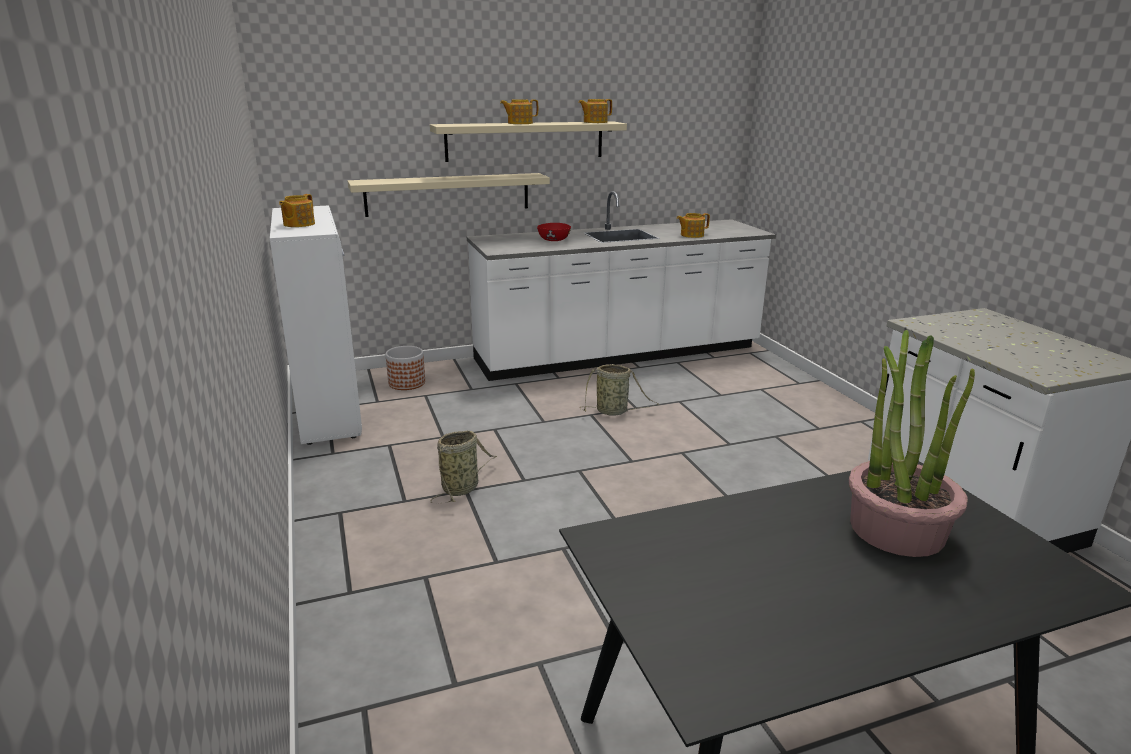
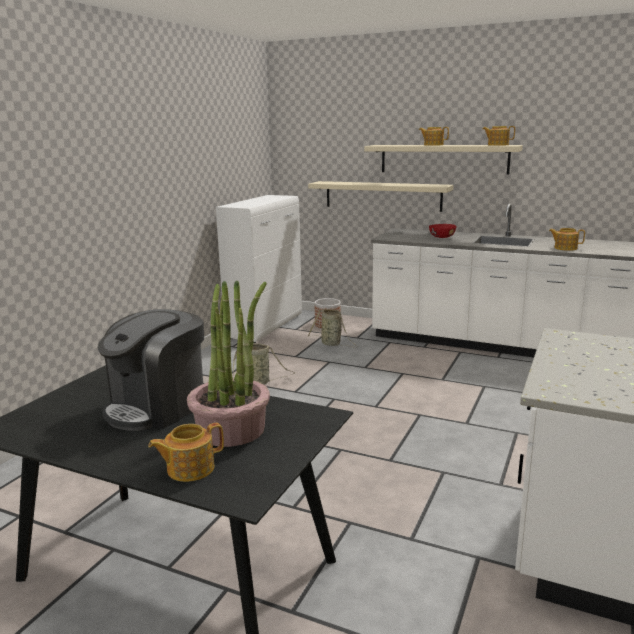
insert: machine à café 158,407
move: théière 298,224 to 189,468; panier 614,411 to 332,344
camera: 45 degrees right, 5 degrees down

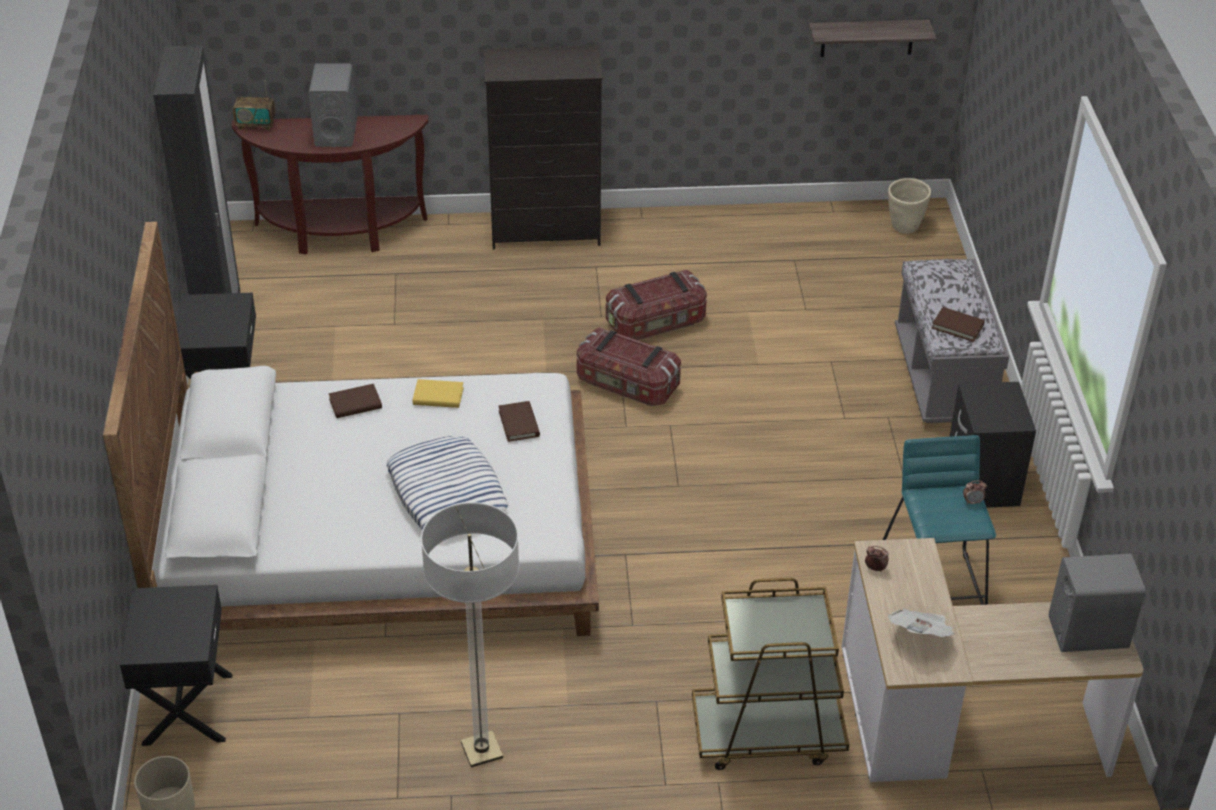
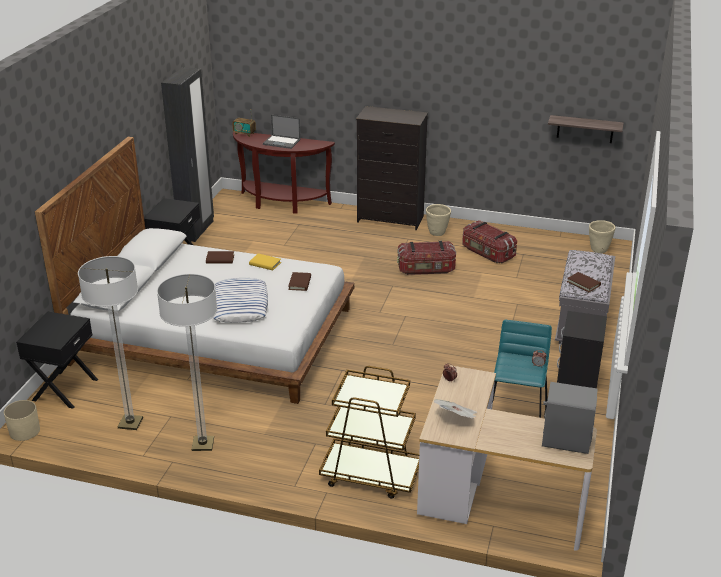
insert: lampadaire 130,423; cache-pot [beige] 437,233
move: boîte de rangement 627,385 to 487,253
replace: enceinte [gris] 336,132 to ordinateur portable 282,142
camera: 20 degrees right, 10 degrees down

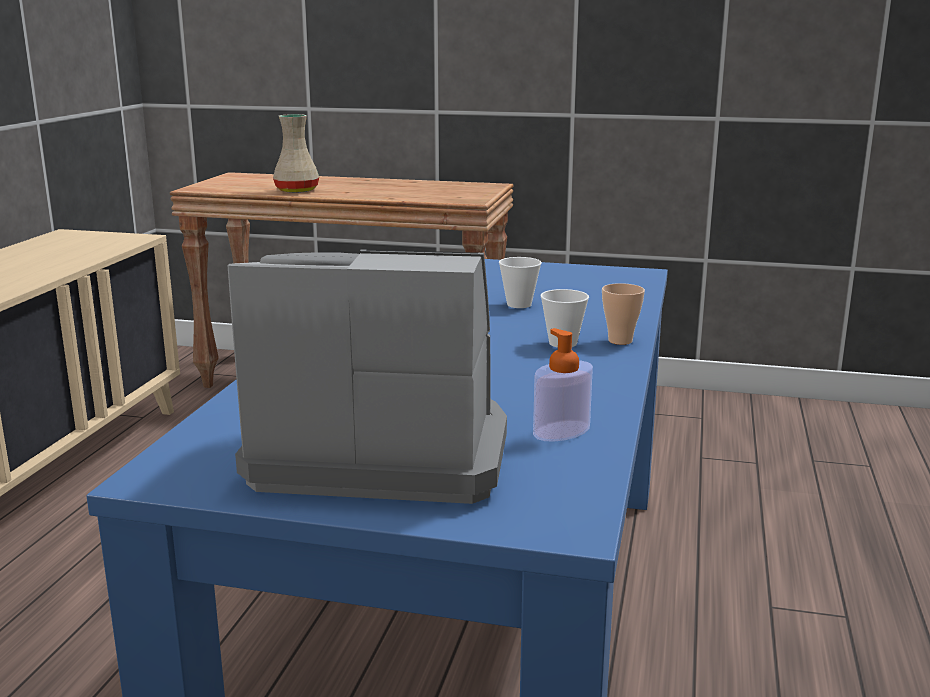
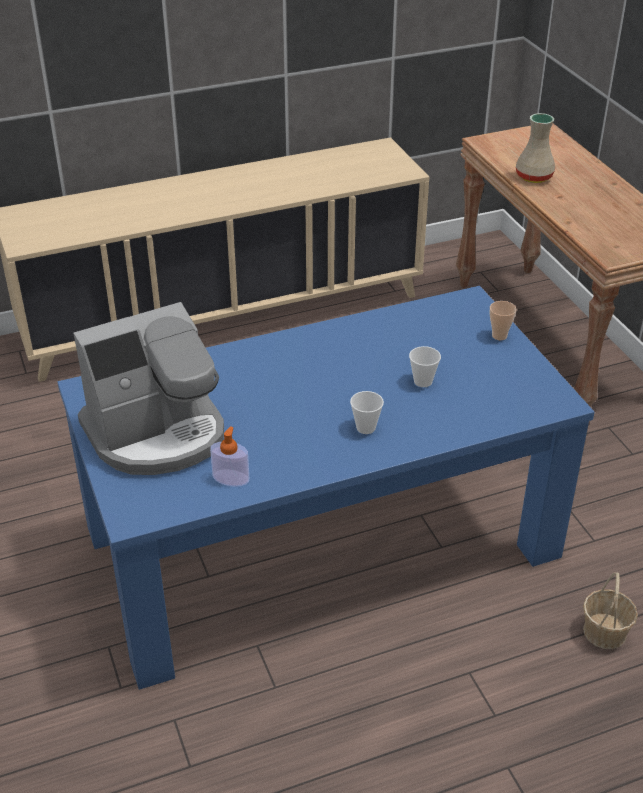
insert: panier 605,631
move: tasse 620,341 to 499,336
rotate: machine à café 380,452 = 157,433 90 degrees clockwise
camera: 55 degrees right, 20 degrees up

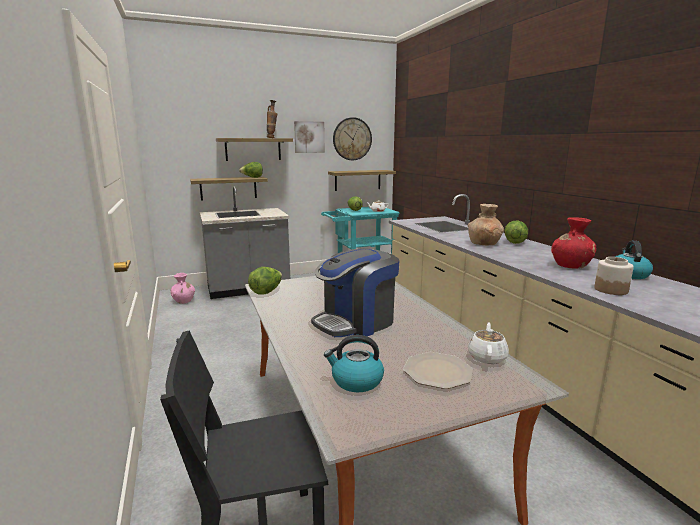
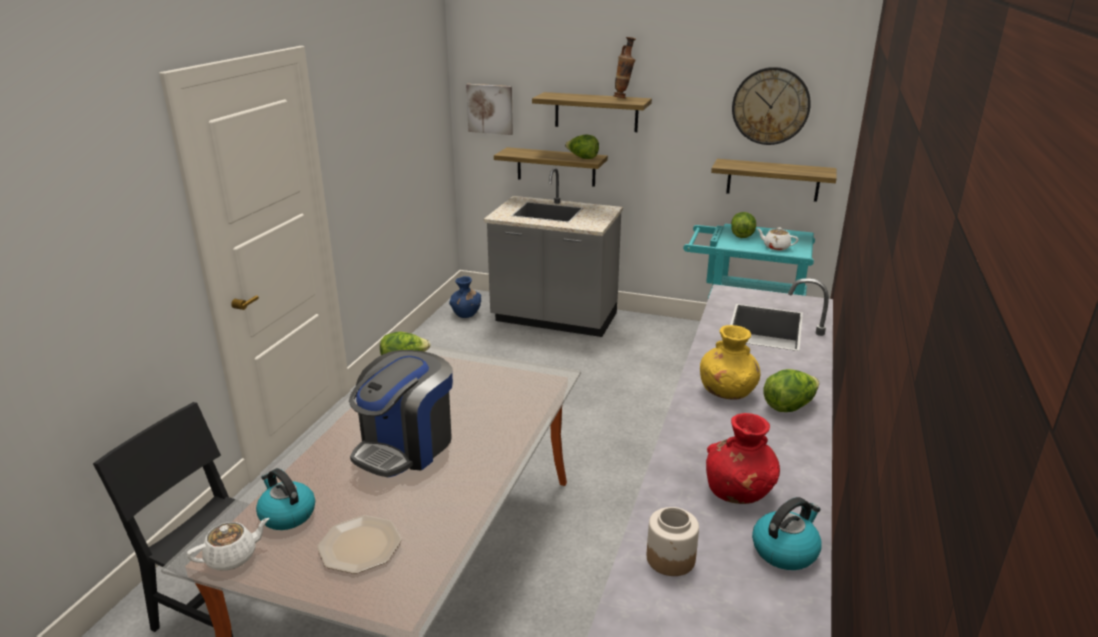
move: théière [blanc] 487,357 to 233,557; tableau 309,137 to 490,109
recolor: vase [rose] 184,301 to vase [bleu] 466,314; vase [marron] 484,244 to vase [jaune] 727,392
rotate: machine à café 356,322 = 406,446 60 degrees counterclockwise
camera: 40 degrees right, 10 degrees up

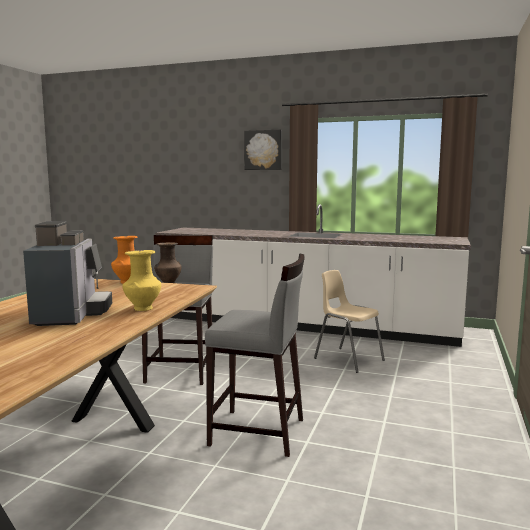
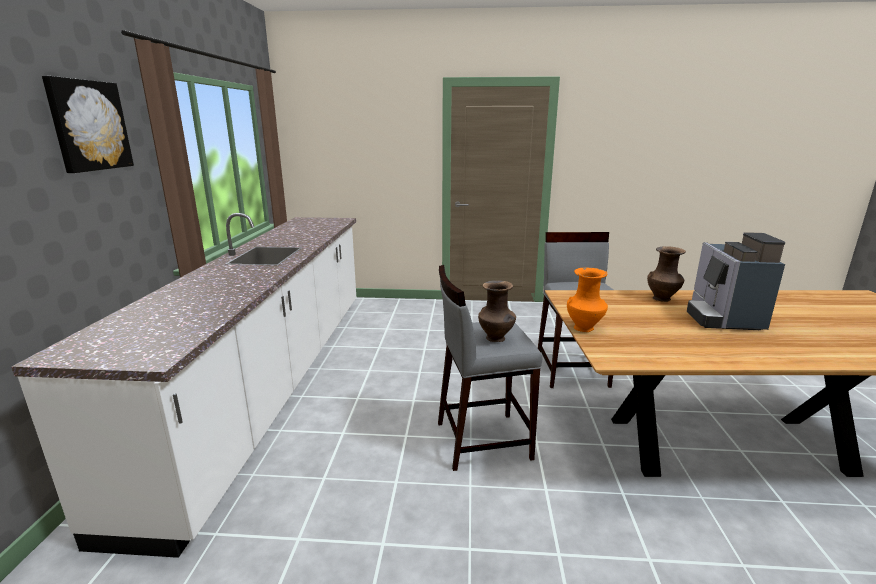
delete: chaise [beige] 348,359
recolor: vase [jaune] 142,309 to vase [marron] 662,299
rotate: machine à café 71,314 = 722,318 60 degrees counterclockwise
camera: 105 degrees left, 10 degrees up

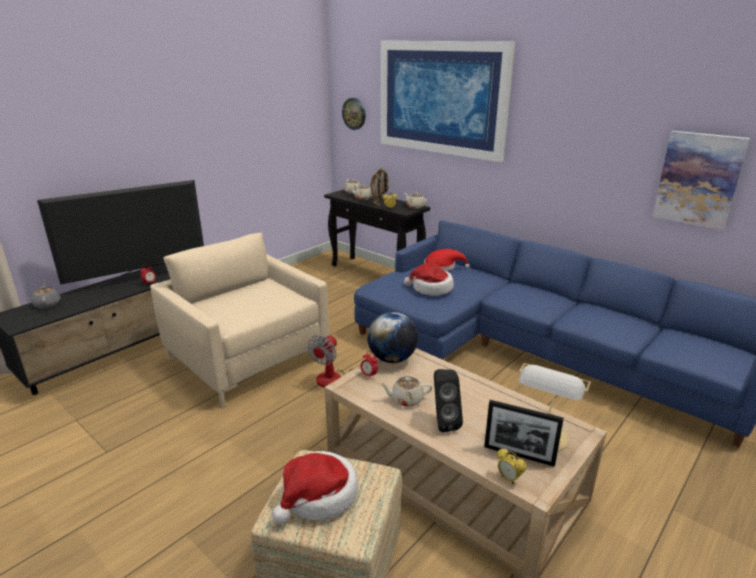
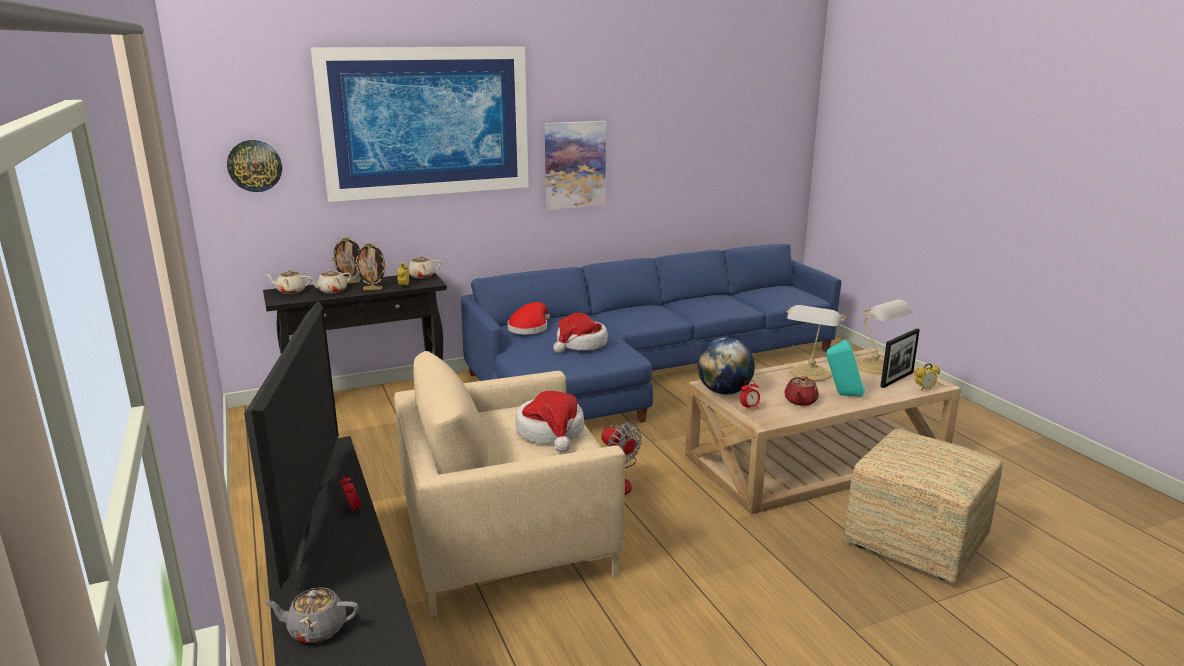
insert: lampe de table 810,373
move: chapeau 318,496 to 551,432; tableau 698,179 to 574,165
recolor: théière [beige] 406,399 to théière [rouge] 800,401; enceinte [noir] 443,422 to enceinte [turquoise] 842,395
camera: 65 degrees left, 5 degrees down

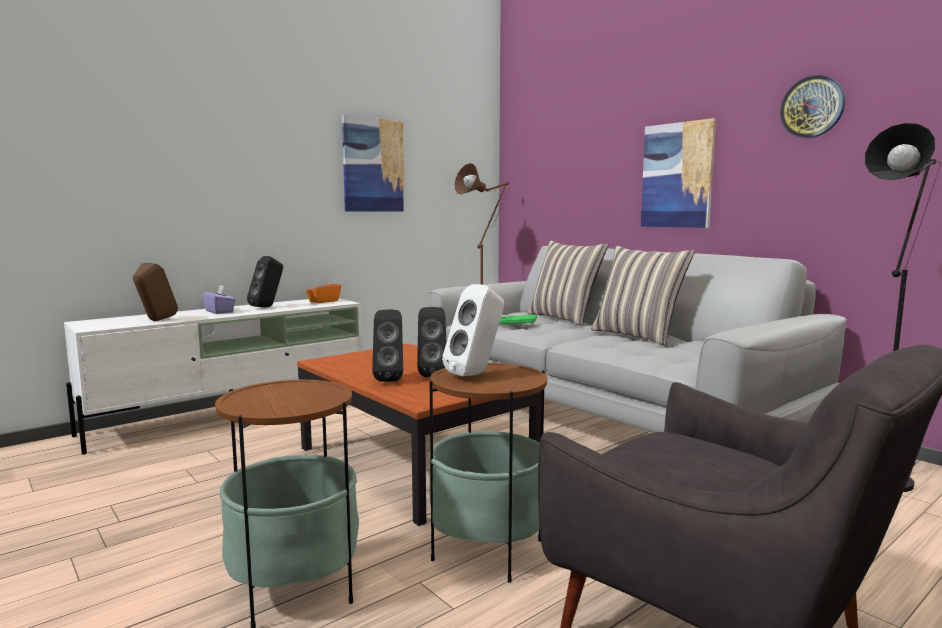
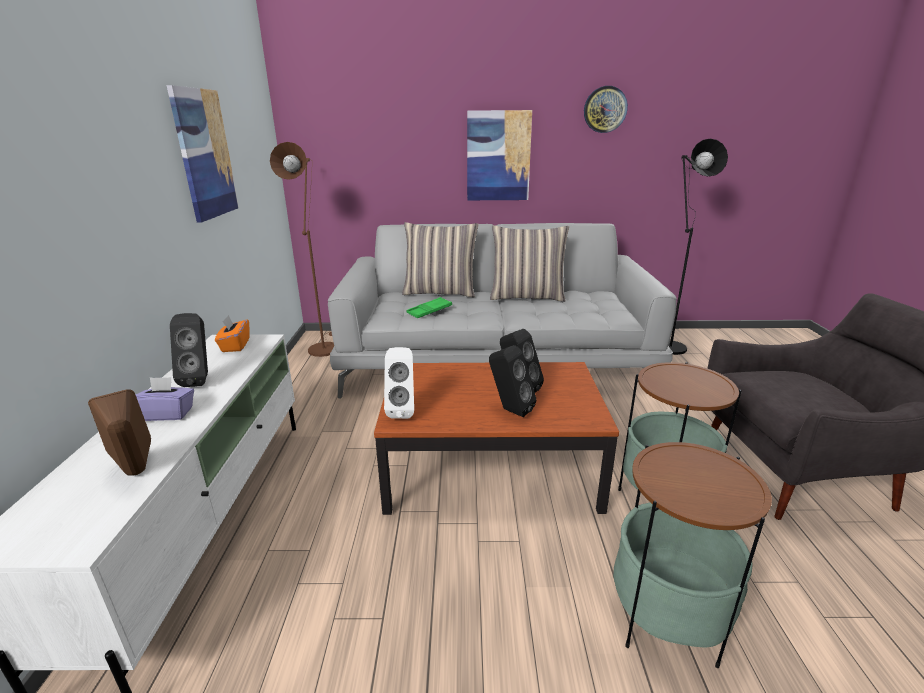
move: enceinte [blanc] 476,374 to 402,410
camera: 50 degrees left, 15 degrees up

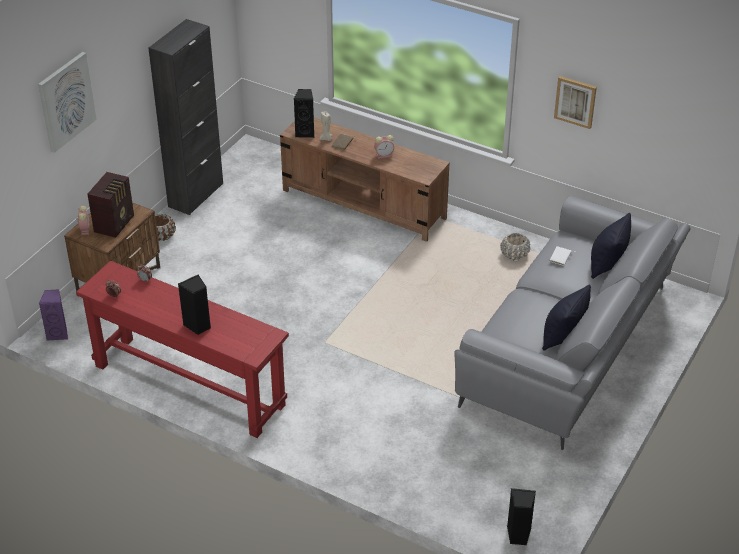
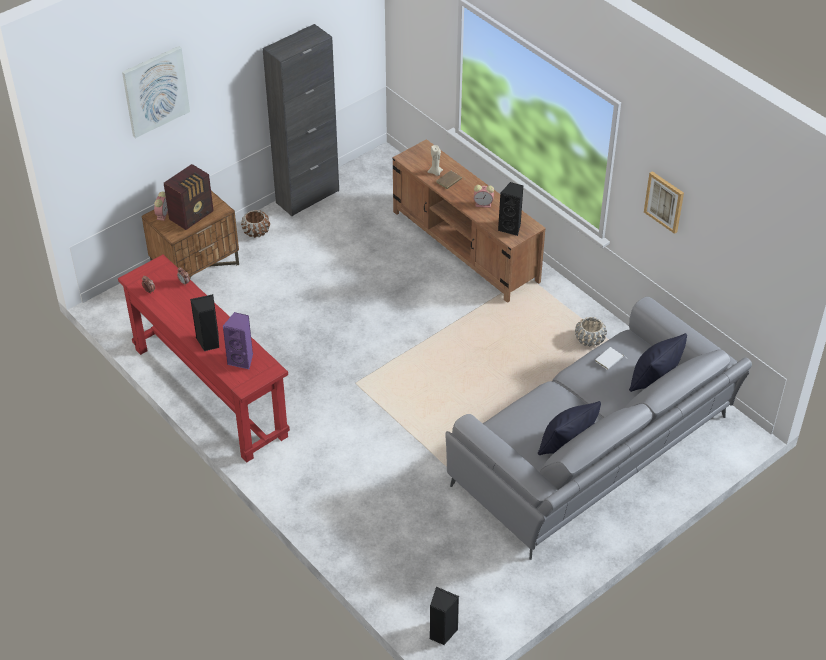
move: enceinte [violet] 58,333 to 242,360; enceinte [noir] 305,132 to 511,227
camera: 20 degrees right, 5 degrees up

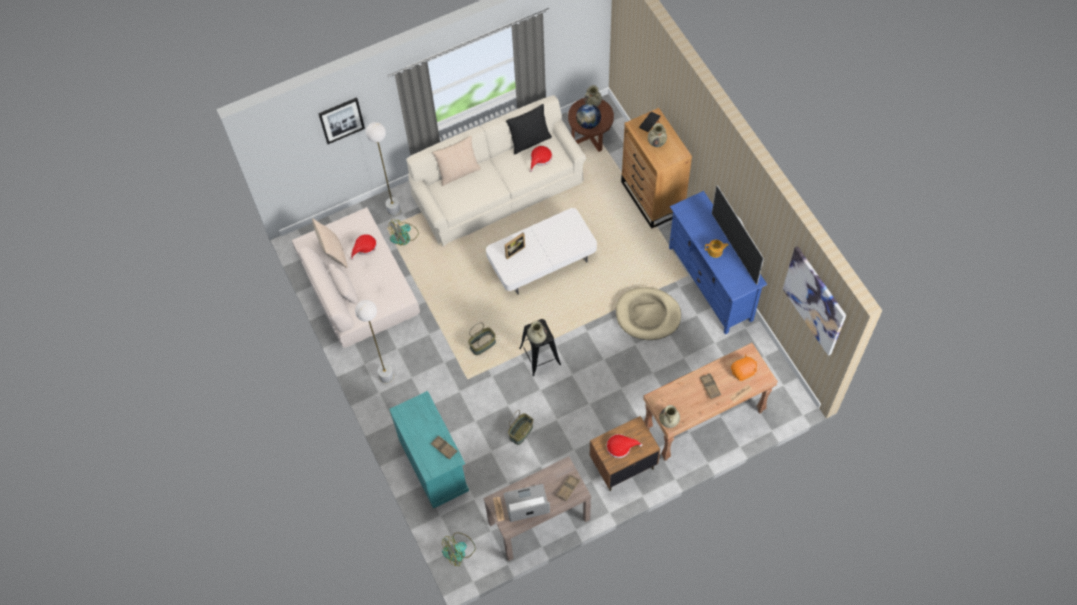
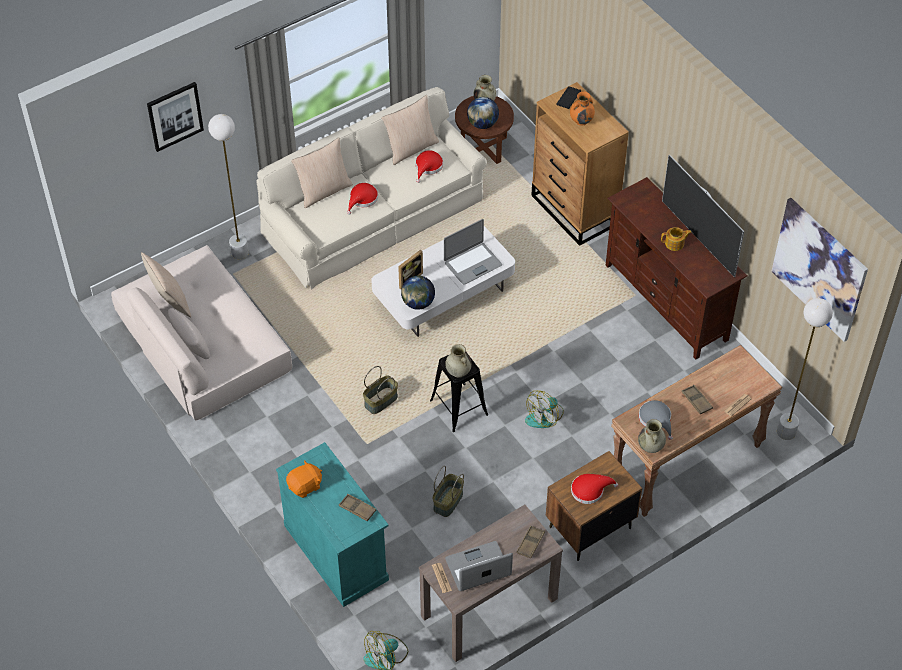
delete: panier pour chien [beige] 647,315
insert: globe 418,303; ordinateur portable 472,263; chapeau [gris] 656,419
move: peluche [orange] 743,372 to 305,486; chapeau [rouge] 364,247 to 362,199; ventilateur 404,236 to 545,416; lampadaire [blanc] 386,377 to 786,432
recolor: coussin [noir] 529,141 to coussin [beige] 411,148; vase [beige] 657,142 to vase [orange] 581,120; meuble télé [bleu] 711,283 to meuble télé [marron] 666,302
camera: 10 degrees left, 10 degrees down

